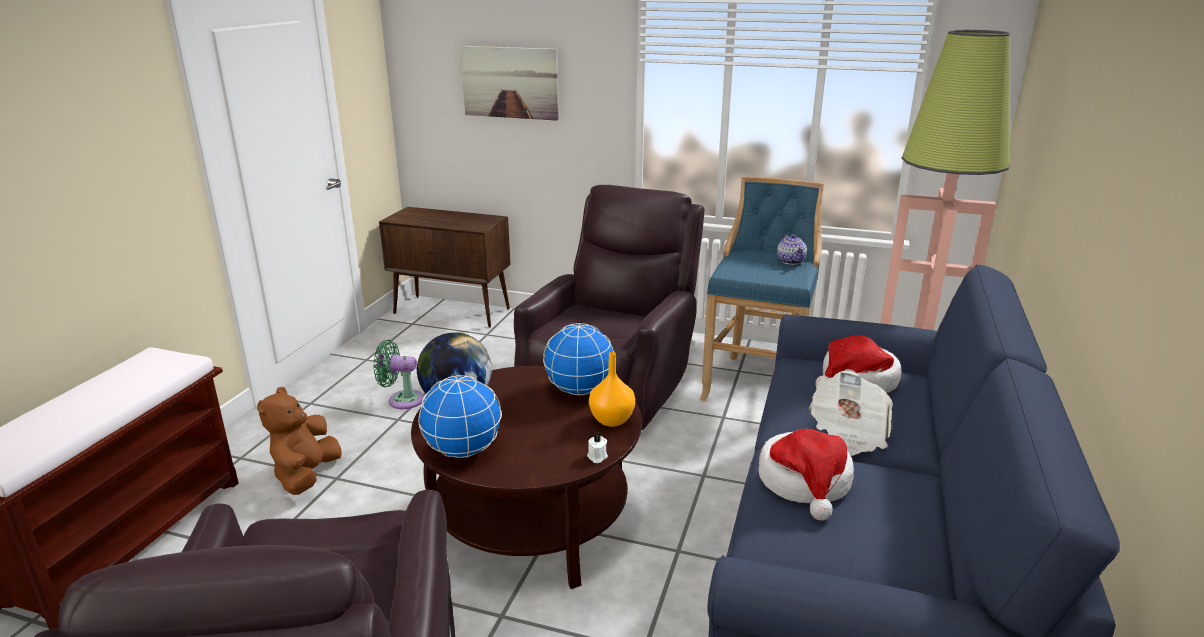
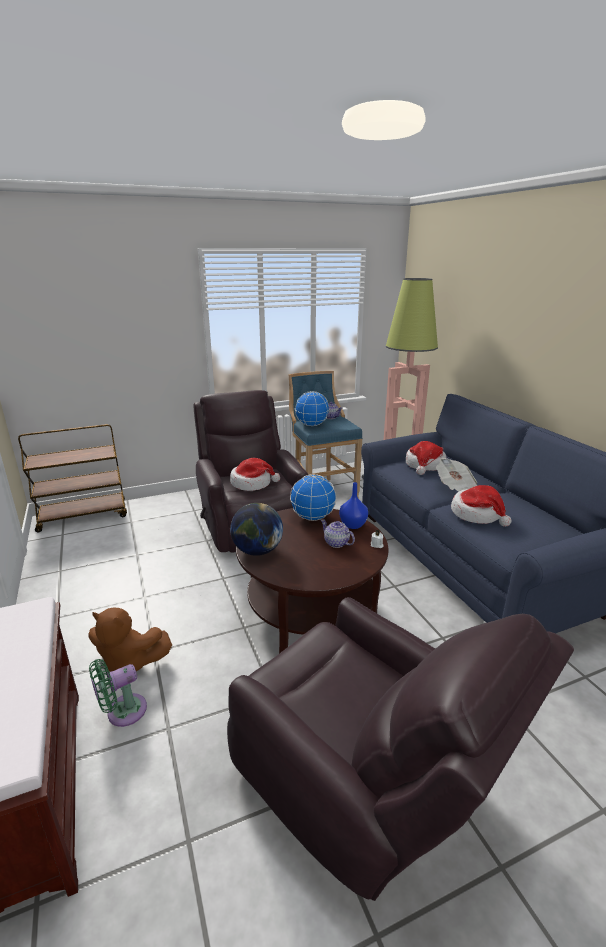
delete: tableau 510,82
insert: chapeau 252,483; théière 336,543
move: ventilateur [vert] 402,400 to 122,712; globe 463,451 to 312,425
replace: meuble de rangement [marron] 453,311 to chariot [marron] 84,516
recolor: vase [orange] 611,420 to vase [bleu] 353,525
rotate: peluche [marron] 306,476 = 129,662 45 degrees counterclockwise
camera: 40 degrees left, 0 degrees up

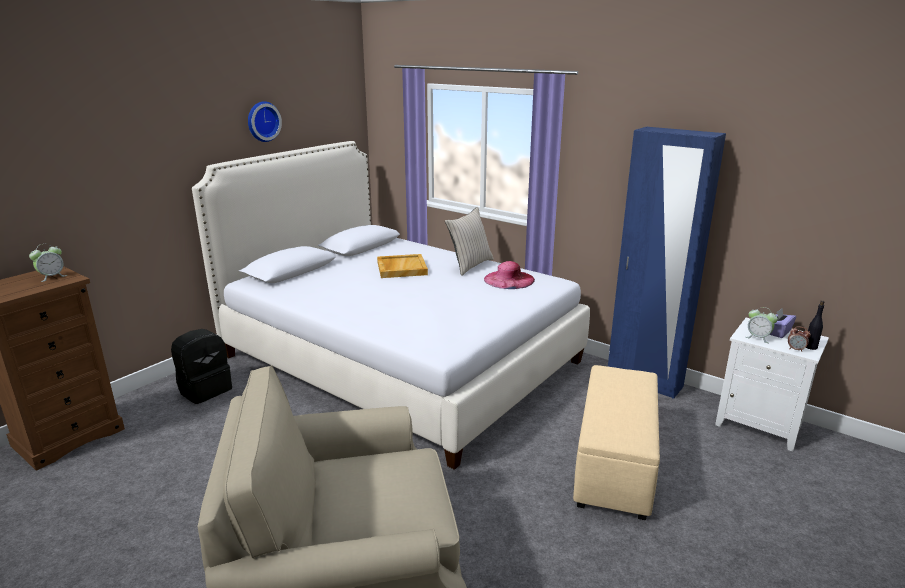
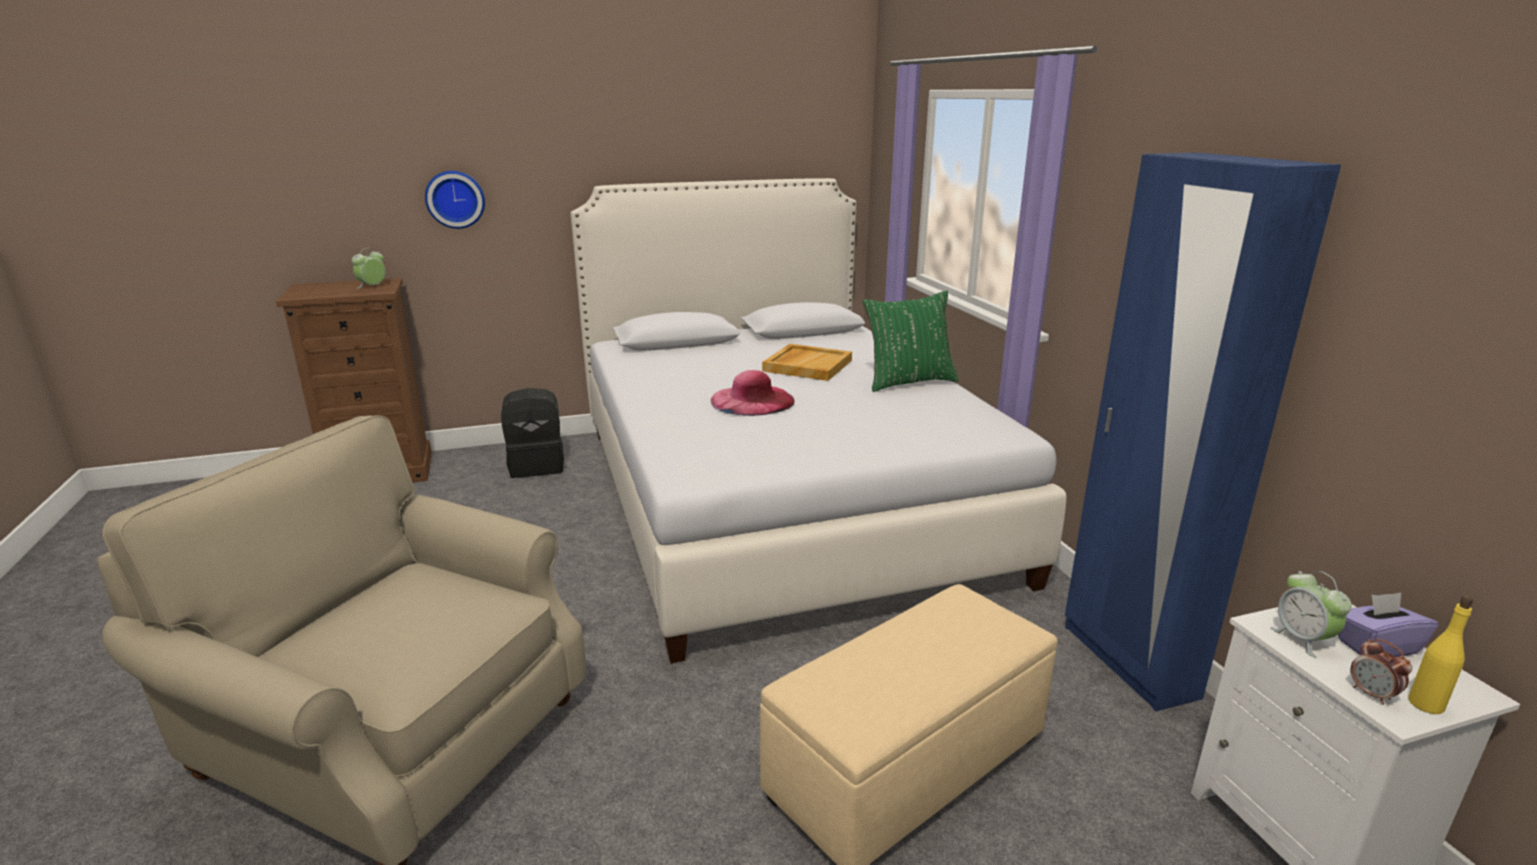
move: horloge murale 262,121 to 455,199; chapeau [rose] 509,279 to 752,400
recolor: coussin [beige] 469,265 to coussin [vert] 908,382; bouteille [noir] 810,347 to bouteille [jaune] 1425,704
rotate: réveil 52,277 = 372,287 135 degrees clockwise
camera: 35 degrees right, 0 degrees up

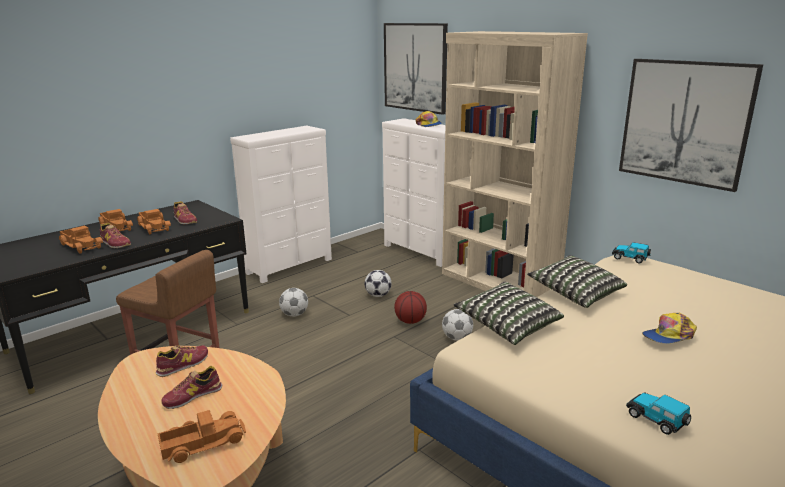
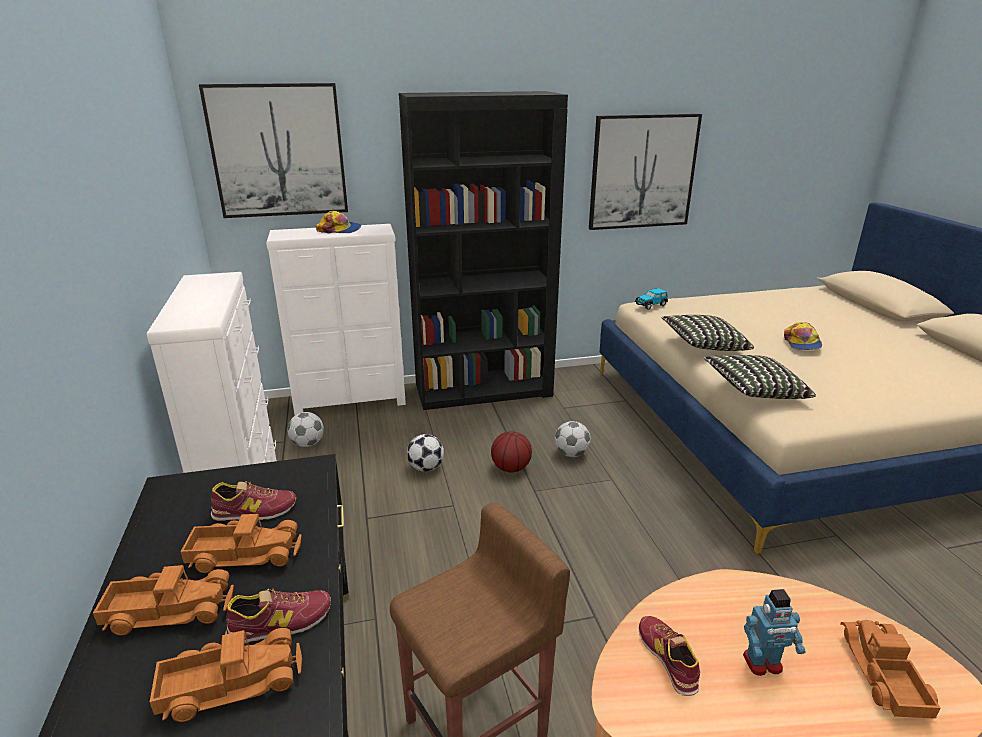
delete: petite voiture 657,420
move: ballon de foot 294,314 to 308,444
replace: chaussure 192,396 to robot jouet 763,663
recolor: bibliothèque [beige] 498,283 to bibliothèque [noir] 484,390
camera: 60 degrees left, 5 degrees up

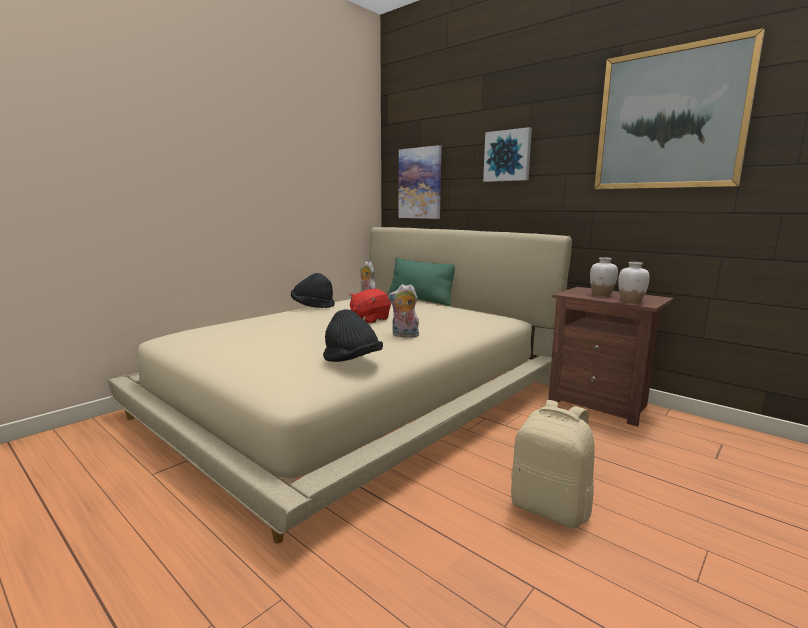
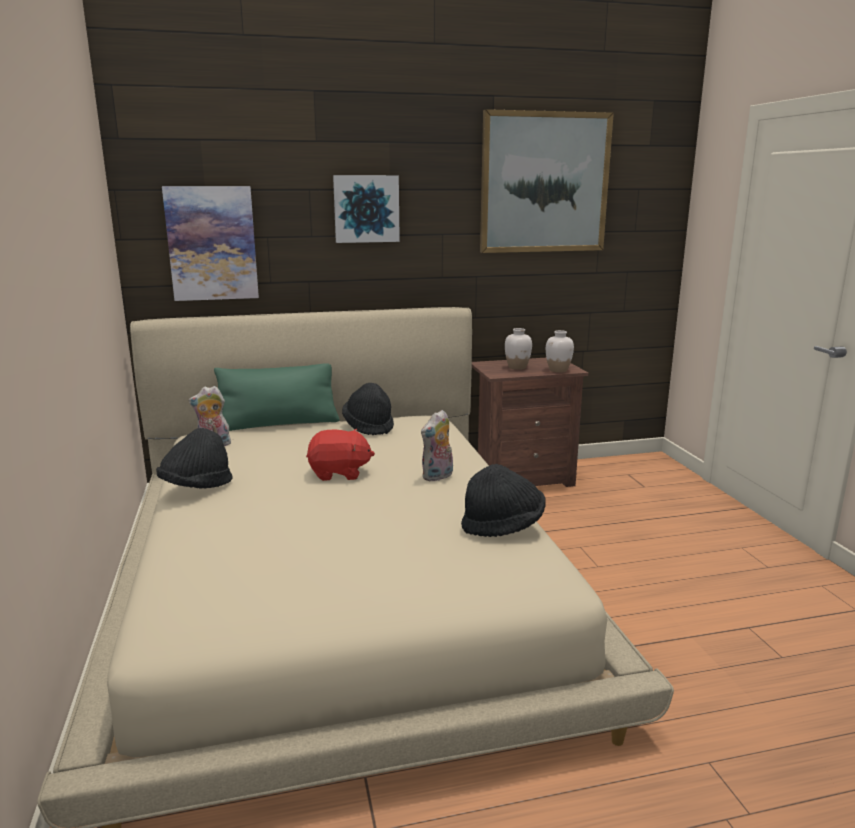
delete: sac à dos [beige] 550,508
insert: chapeau [noir] 369,427
rotate: peluche [rouge] 369,319 = 339,473 75 degrees counterclockwise
camera: 55 degrees left, 5 degrees up

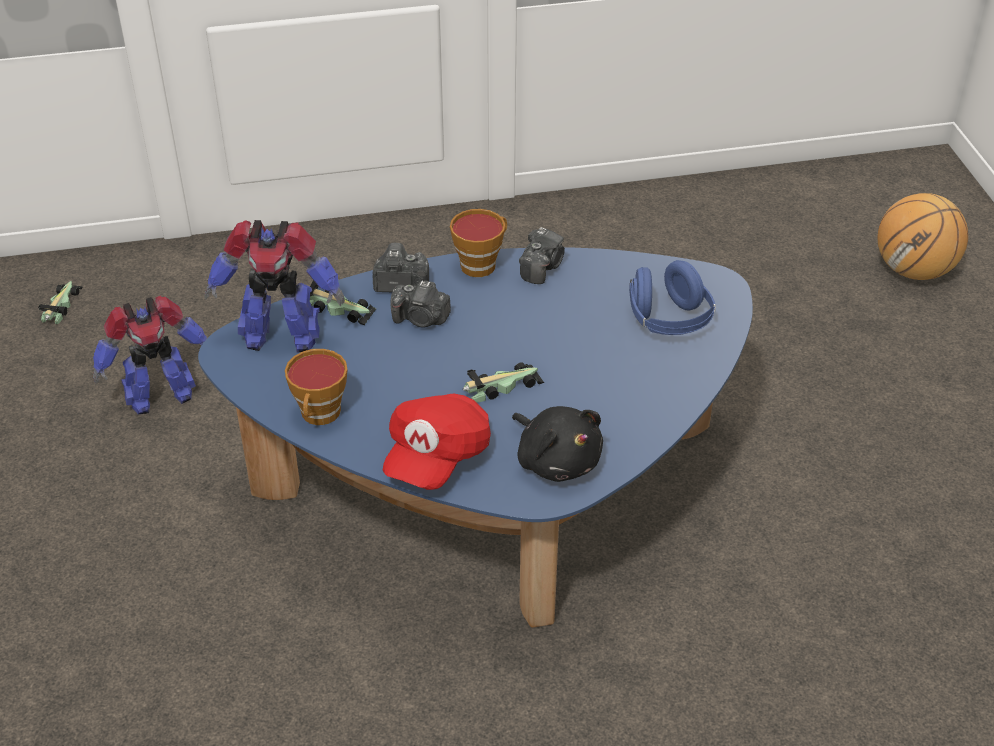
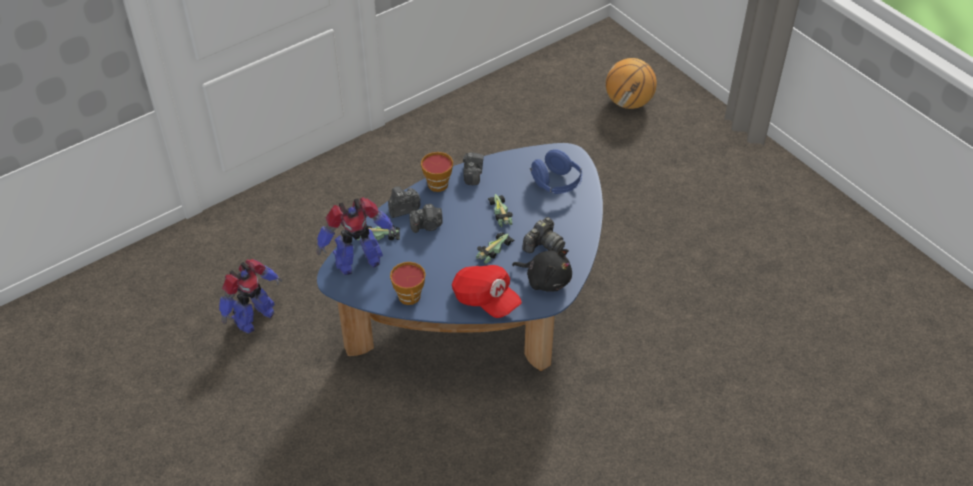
insert: appareil photo 543,245
move: petite voiture 60,306 to 501,212
rotate: casquette [rouge] 436,457 = 485,299 45 degrees counterclockwise
camera: 25 degrees left, 5 degrees up

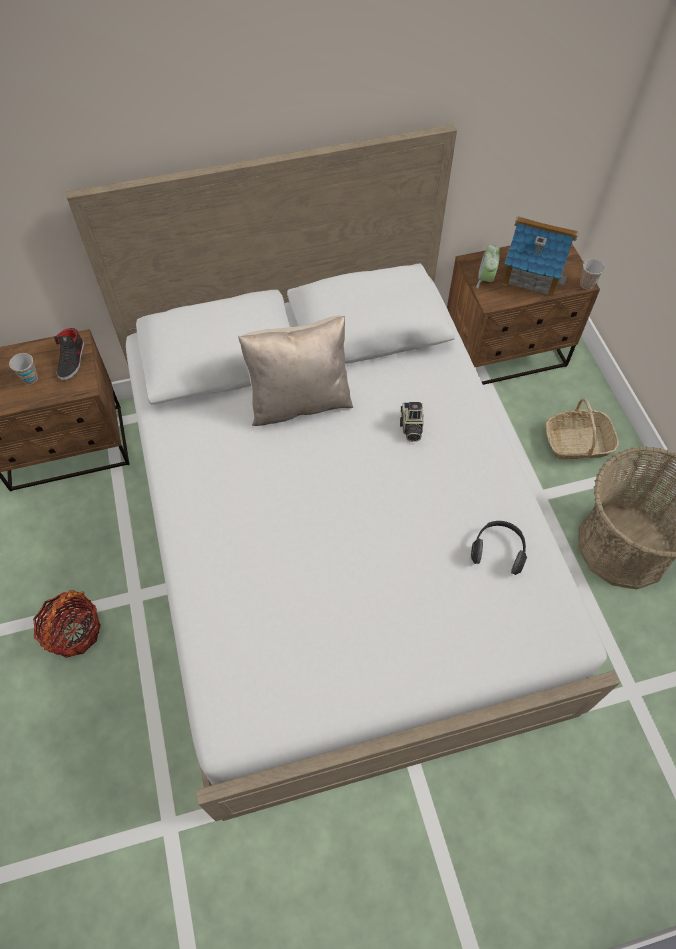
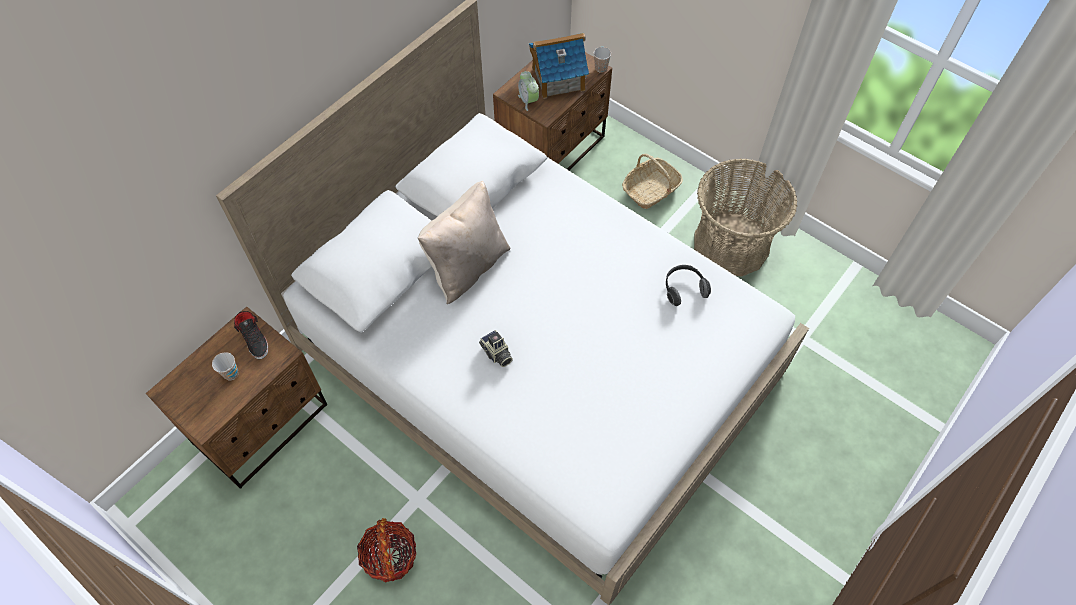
move: appareil photo 410,427 to 496,354
camera: 35 degrees left, 0 degrees up

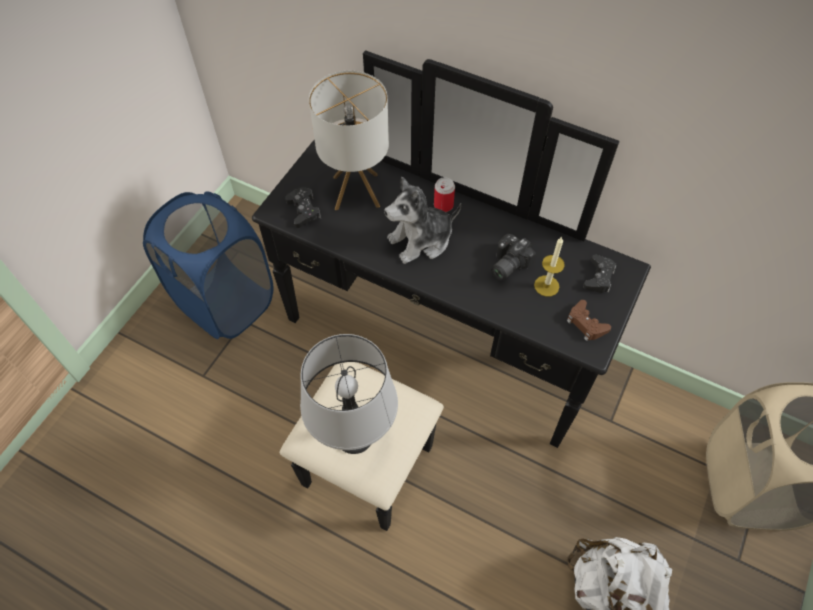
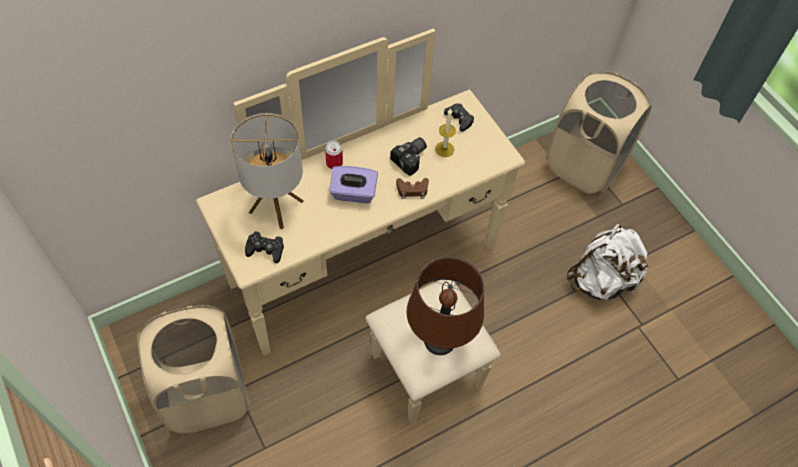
move: manette [marron] 586,324 to 412,190
replace: peluche 421,240 to boîte à mouchoirs [violet] 353,193
recolor: panier à linge [bleu] 226,302 to panier à linge [beige] 207,394; commode [noir] 424,368 to commode [beige] 378,287; lampe de table [gris] 354,436 to lampe de table [marron] 440,340
rotate: appareil photo 506,264 = 411,159 120 degrees counterclockwise
camera: 60 degrees left, 0 degrees up

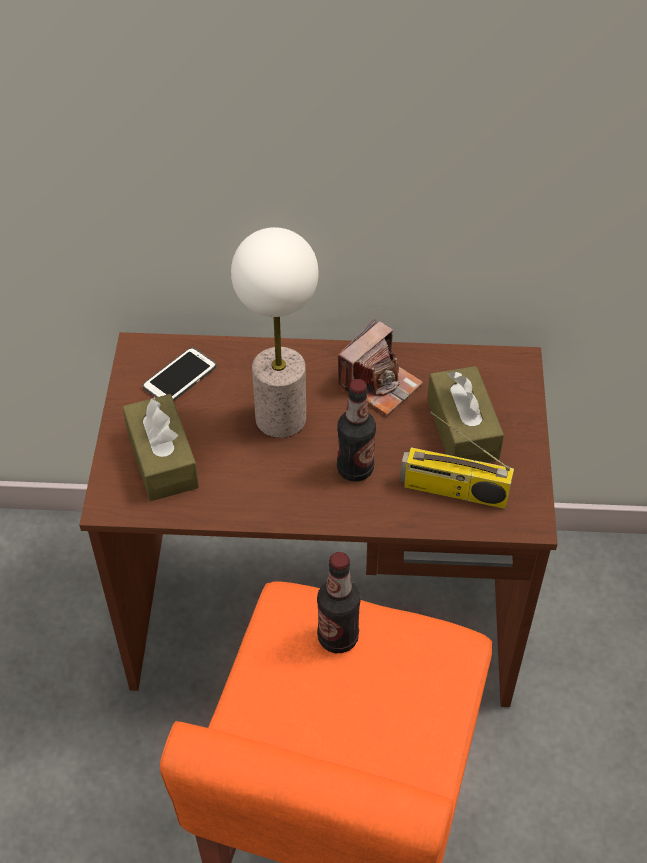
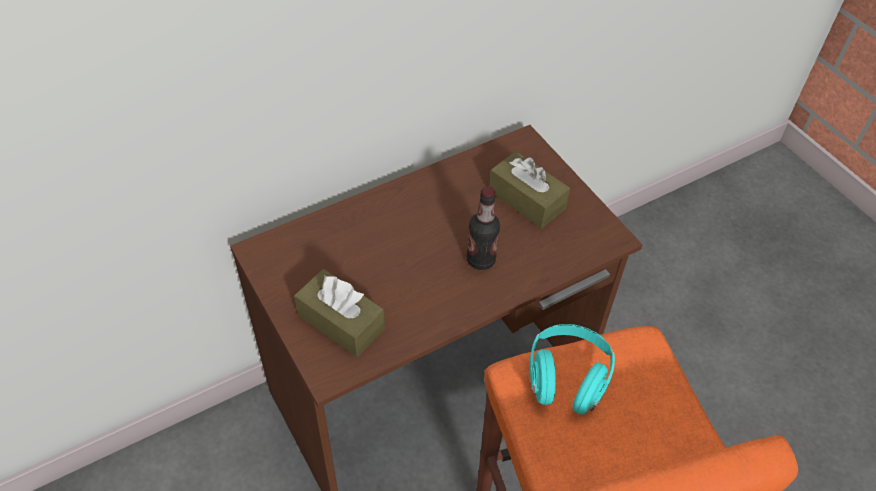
delete: téléphone 180,377; lampe de table 280,417; appareil photo 379,383; radio 453,491
replace: bouteille 338,637 to casque audio [turquoise] 567,379
camera: 35 degrees left, 0 degrees up

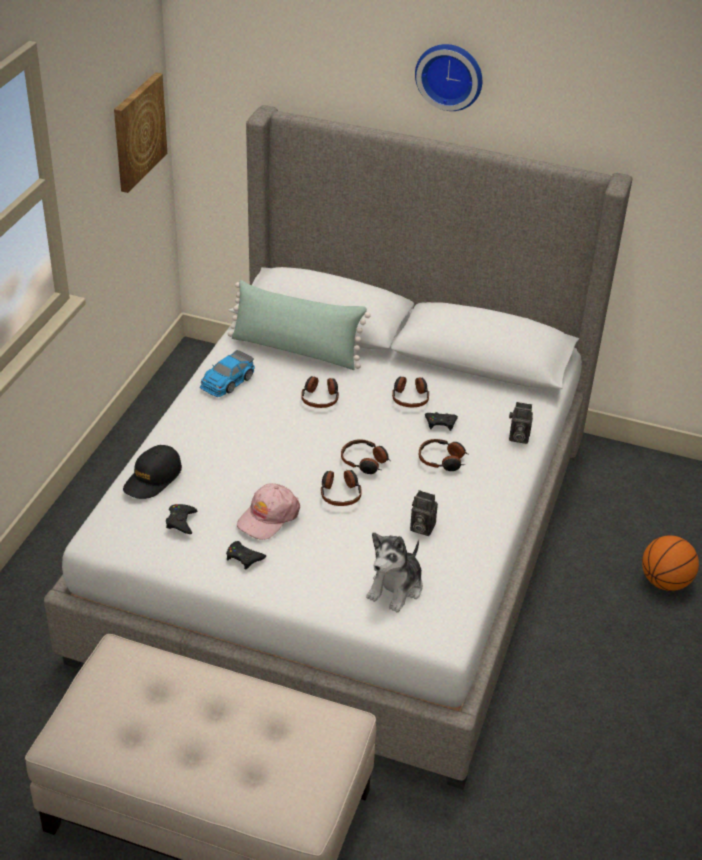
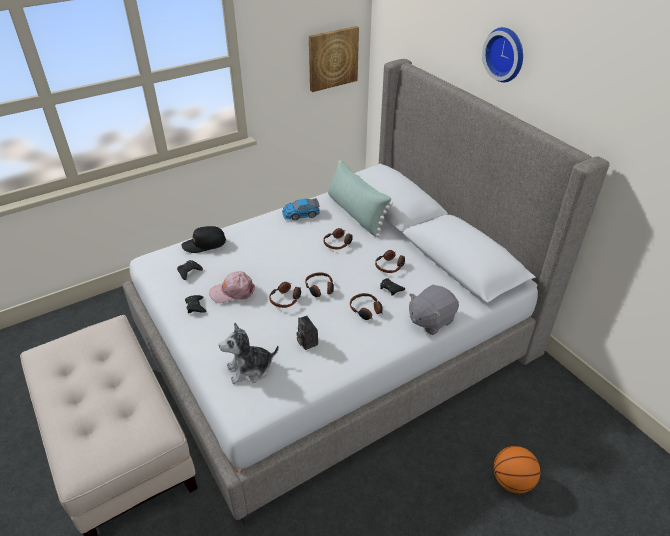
replace: appareil photo 517,437 to peluche [gris] 430,320
camera: 40 degrees right, 0 degrees up

